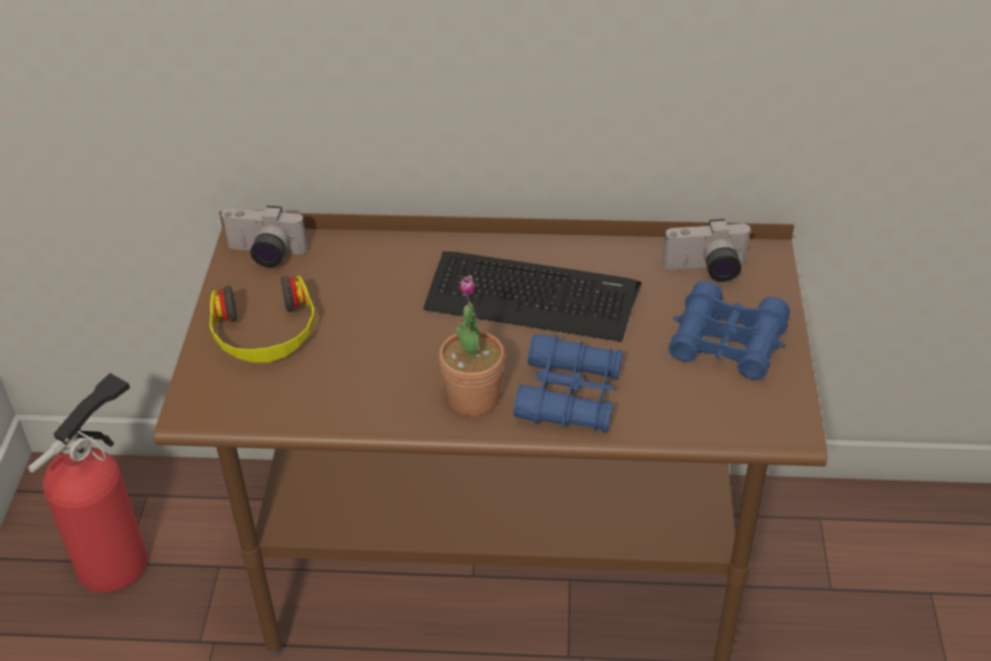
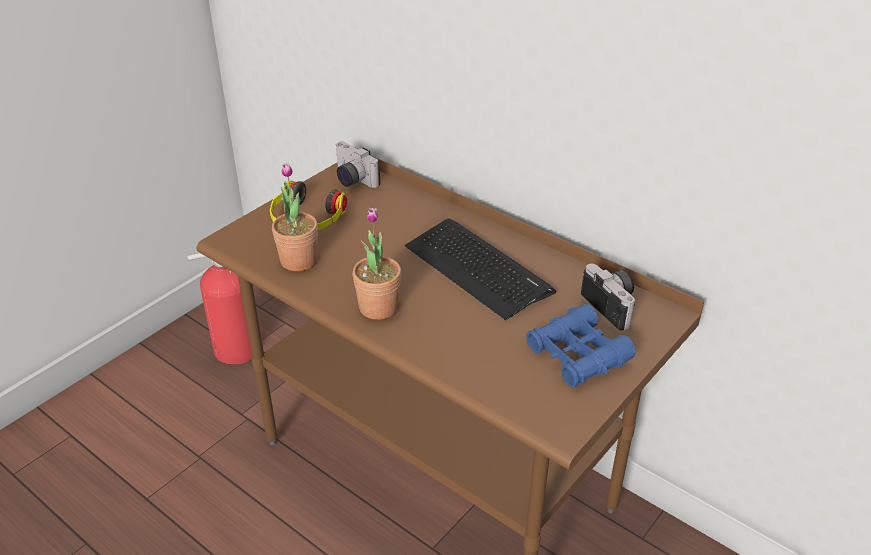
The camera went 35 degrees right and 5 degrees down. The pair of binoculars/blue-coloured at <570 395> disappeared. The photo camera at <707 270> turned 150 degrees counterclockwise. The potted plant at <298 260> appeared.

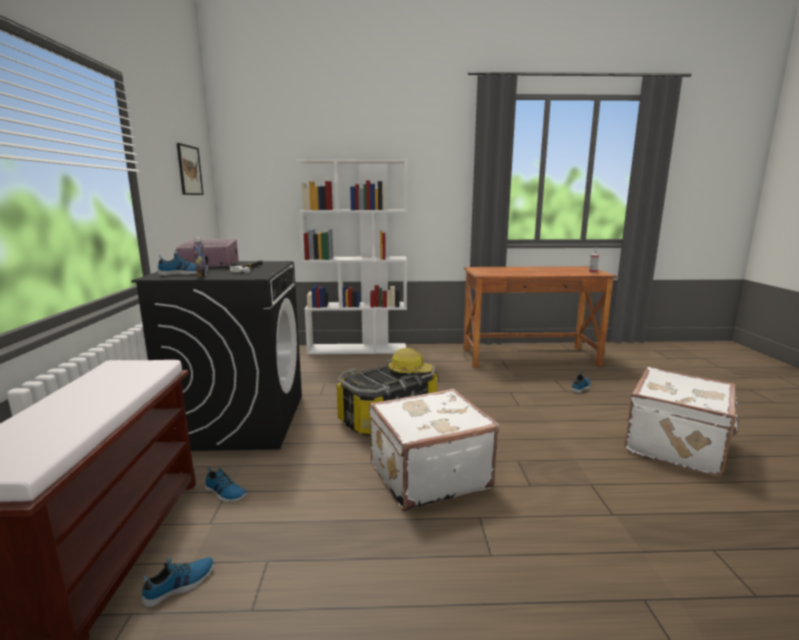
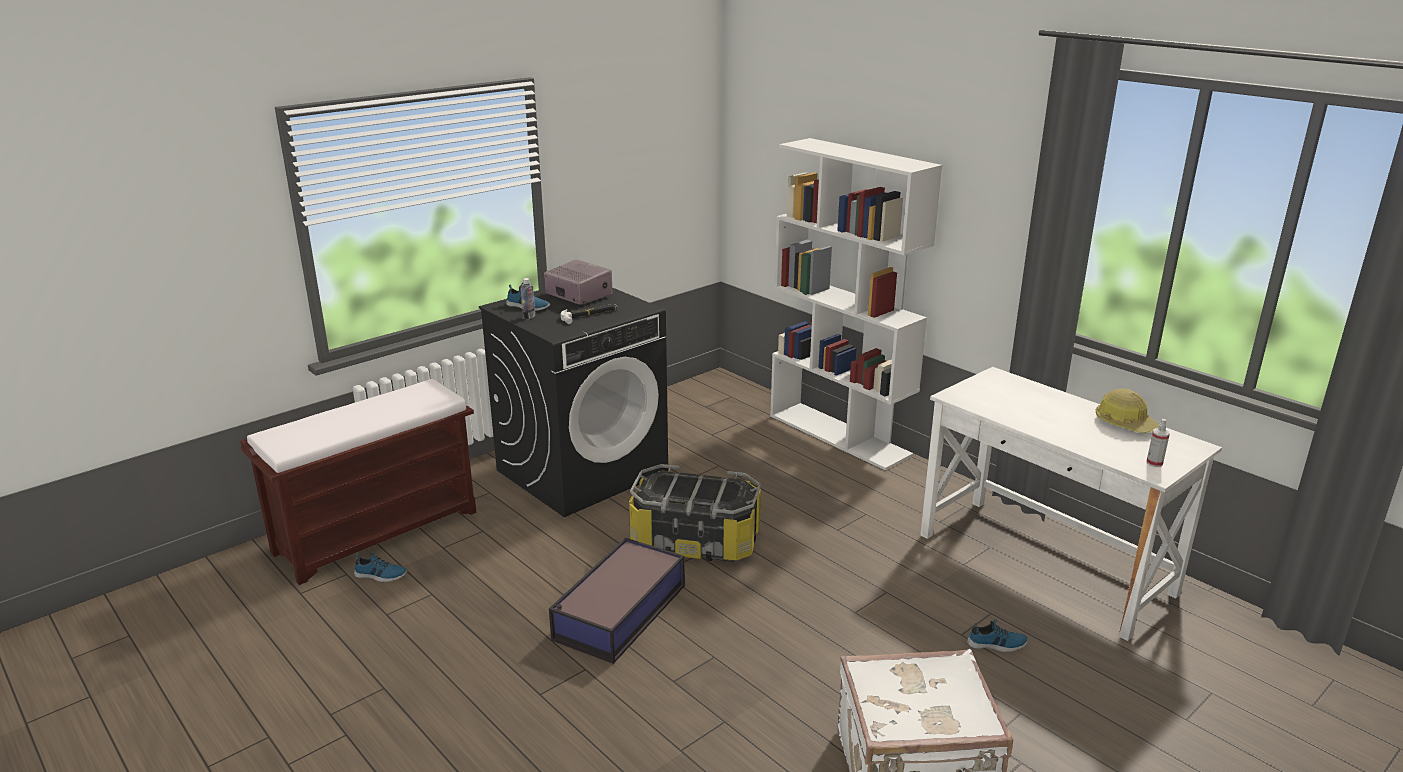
The camera went 50 degrees right and 10 degrees up. The wall art at <189 170> disappeared. The low shoe at <225 493> disappeared. The suitcase/whitish at <427 475> was replaced by the storage bin at <618 613>. The hard hat moved from <409 371> to <1124 423>. The desk unit/brown-coloured at <529 357> became the desk unit/whitish at <1045 564>.

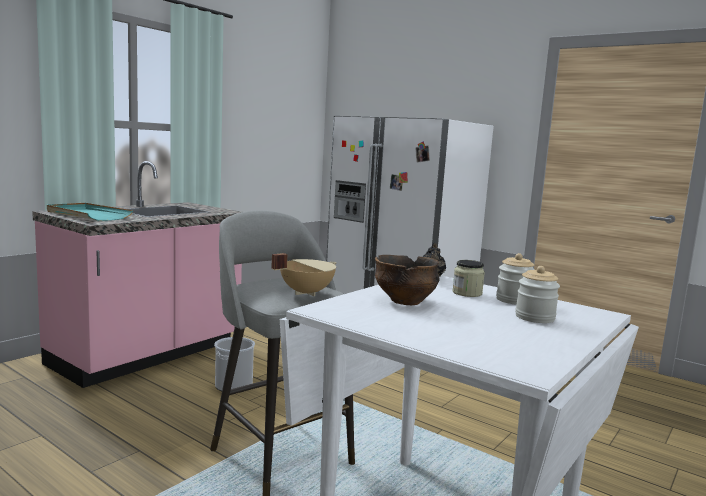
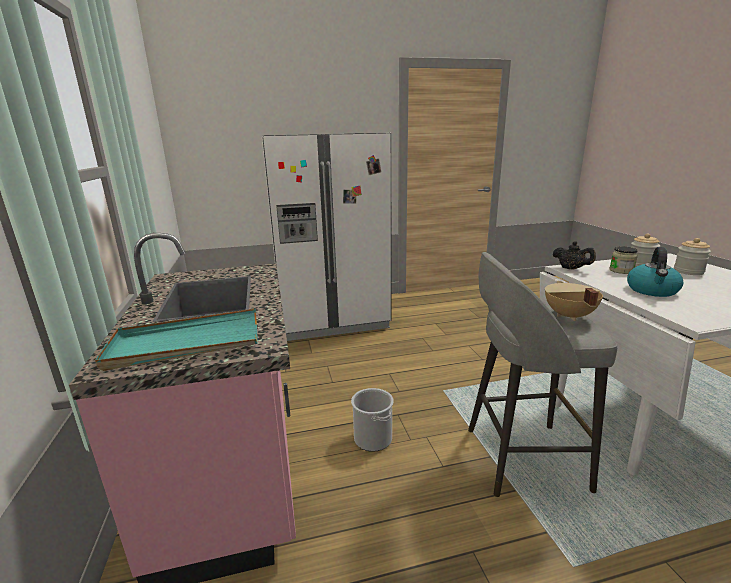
The camera went 50 degrees left and 10 degrees up. The deep dish at <405 301> was replaced by the water kettle at <652 290>.

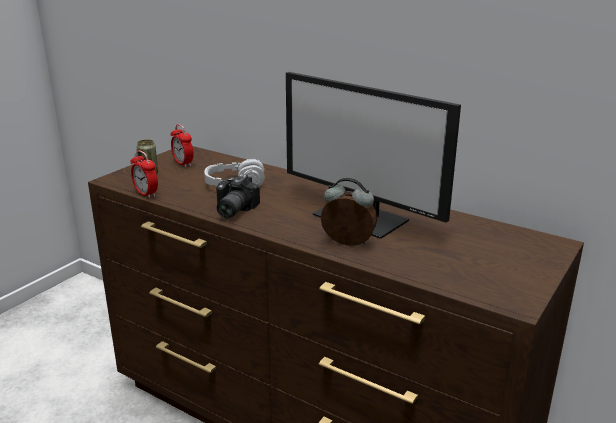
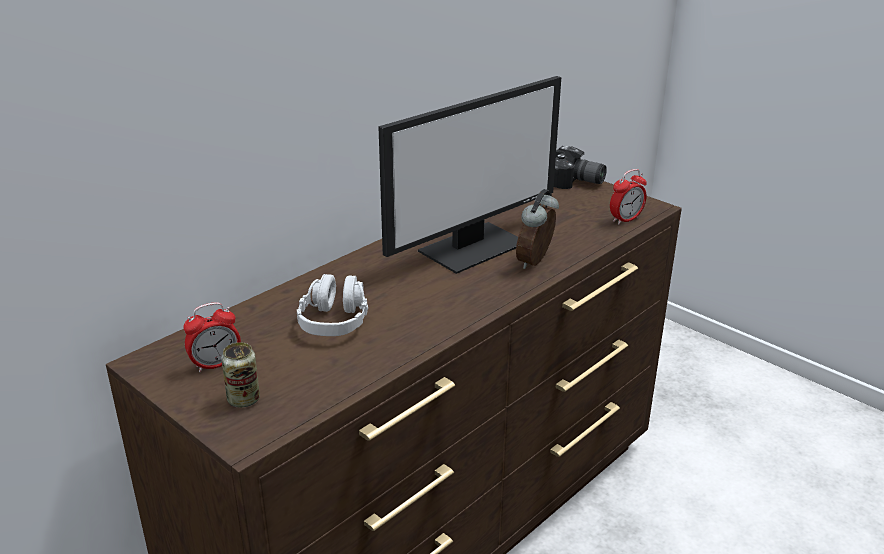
The camera went 80 degrees left and 5 degrees up. The bedside clock moved from <146 194> to <625 220>. The photo camera moved from <231 210> to <575 183>.

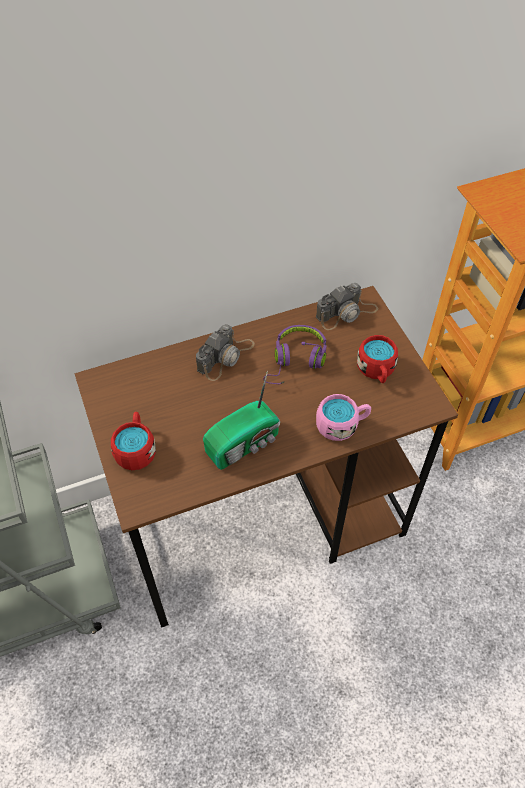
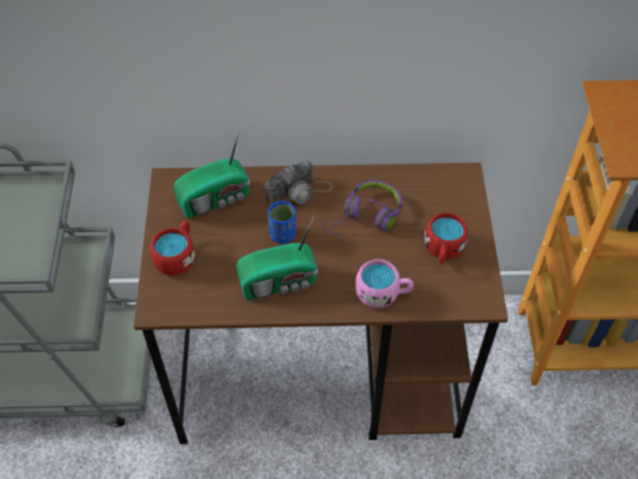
The camera went 20 degrees right and 0 degrees up. The photo camera at <346 313> disappeared. The radio at <216 199> appeared. The small cup/blue-coloured at <283 234> appeared.

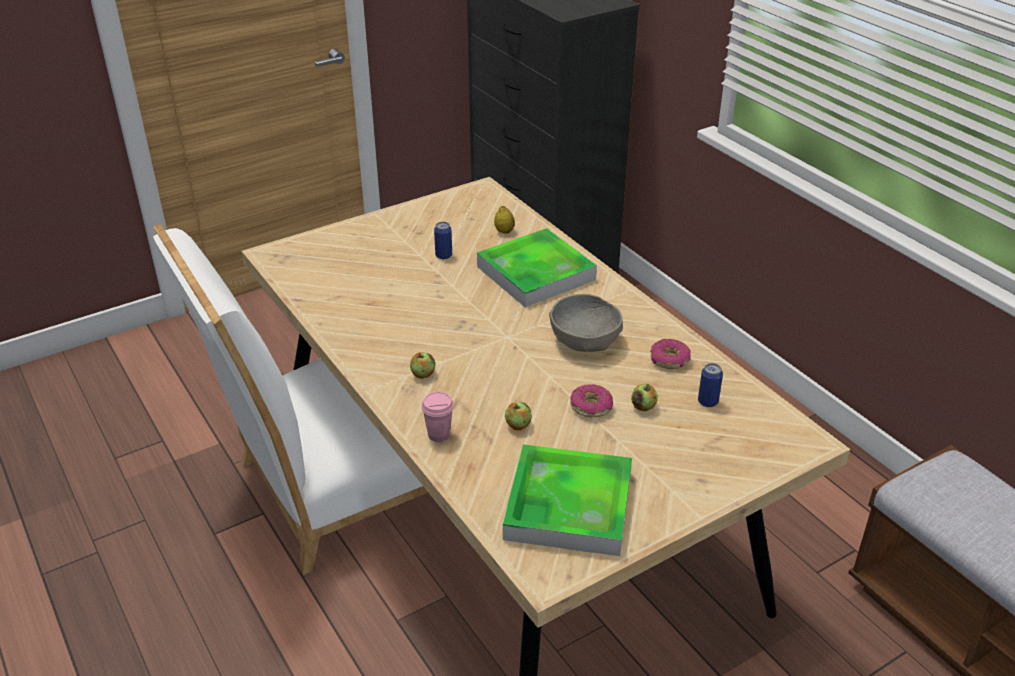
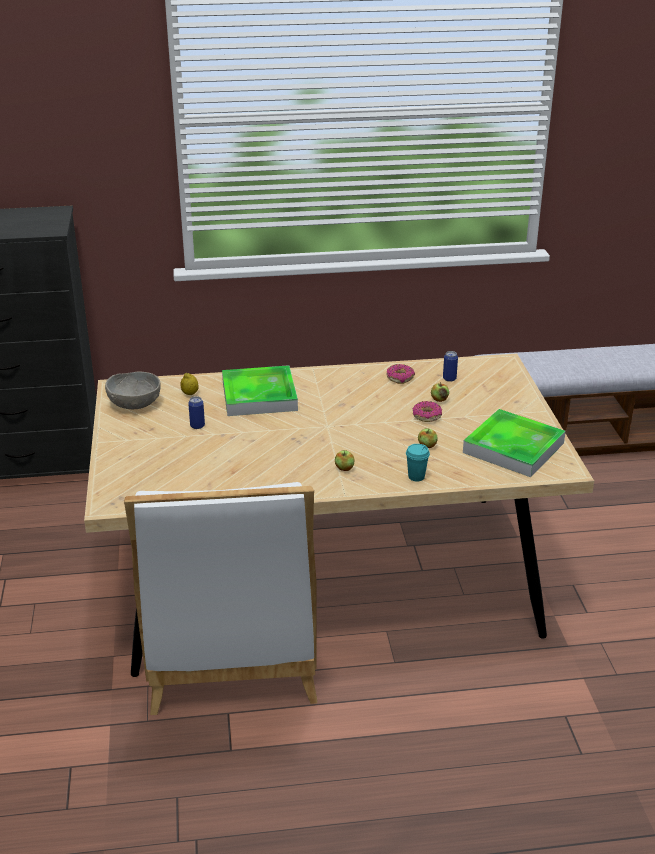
The camera went 65 degrees left and 5 degrees down. The small cup/pink-coloured at <439 434> became the small cup/turquoise at <416 477>. The deep dish/gray moved from <585 341> to <135 403>.

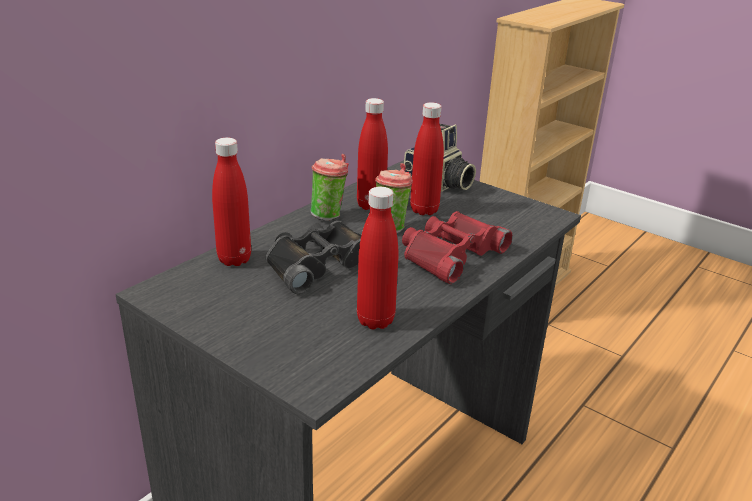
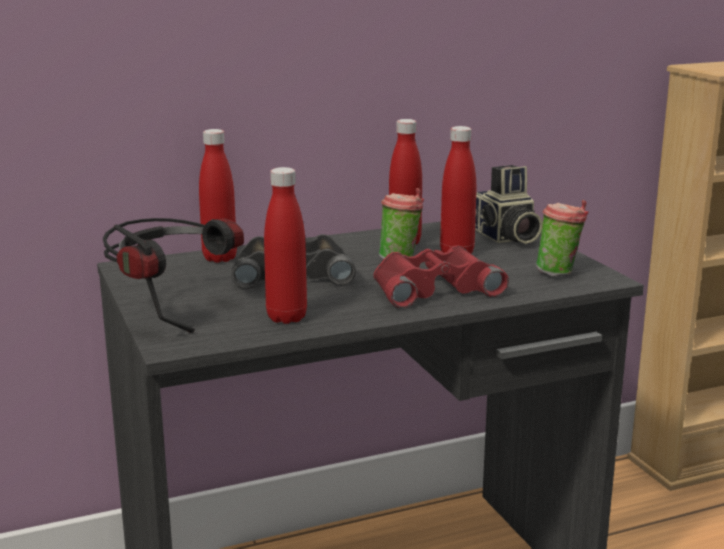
The camera went 30 degrees right and 10 degrees down. The small cup moved from <329 215> to <559 273>. The headphones at <170 311> appeared.

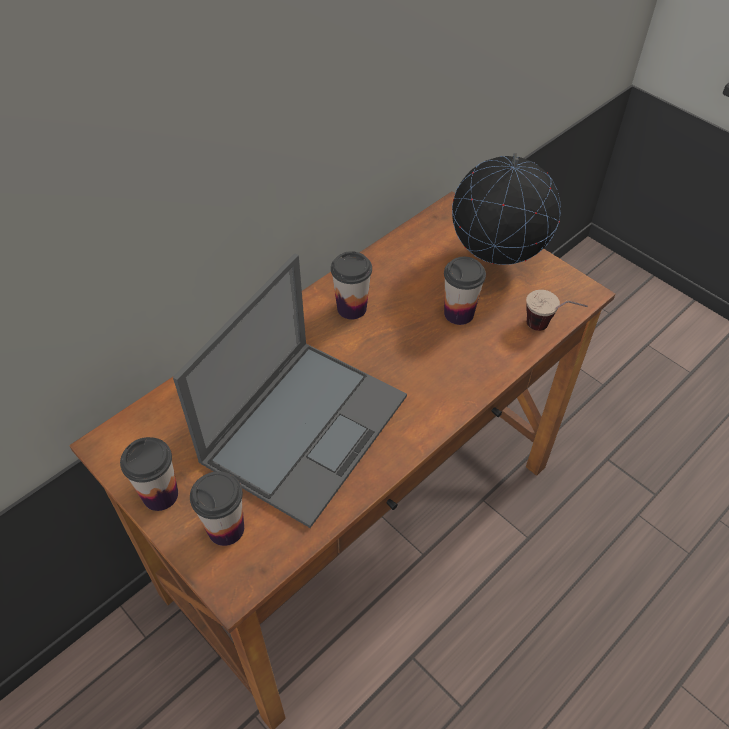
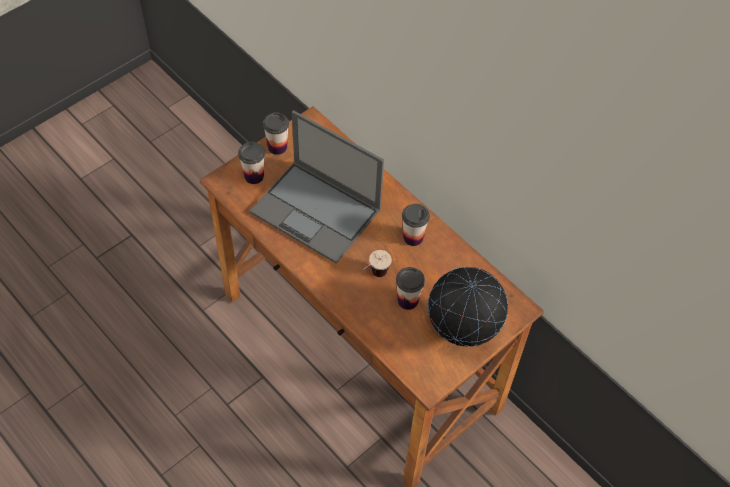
The camera went 90 degrees right and 5 degrees up. The small cup moved from <548 329> to <373 277>.

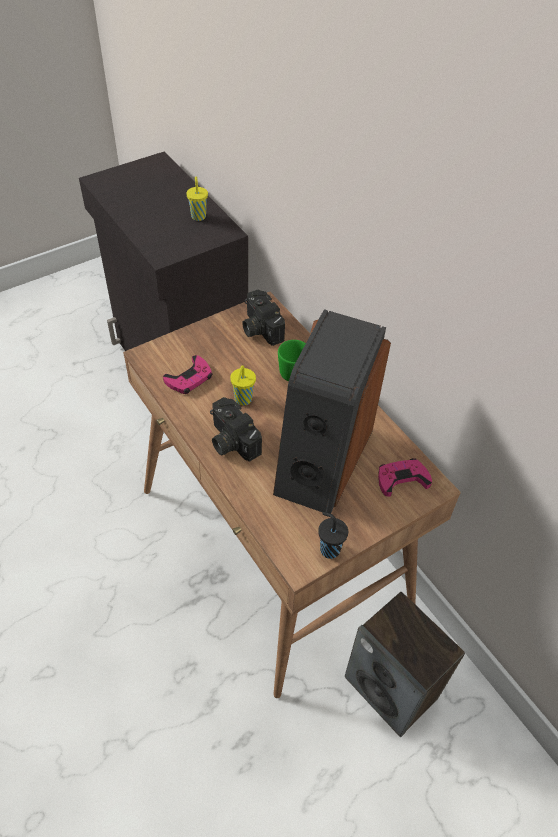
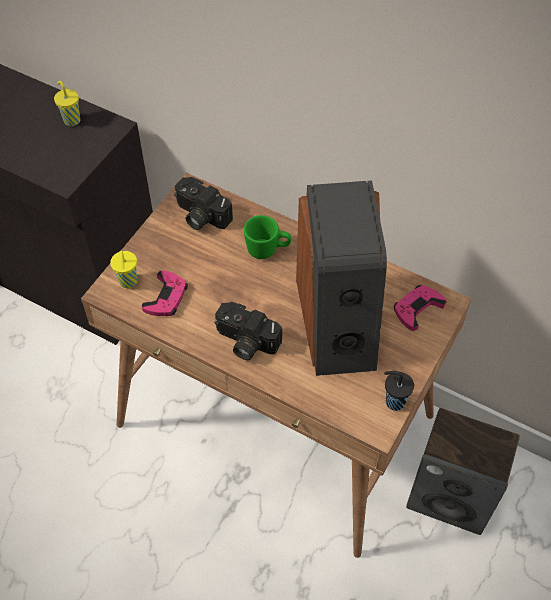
The camera went 25 degrees left and 5 degrees up. The small cup/yellowish moved from <242 400> to <128 282>.

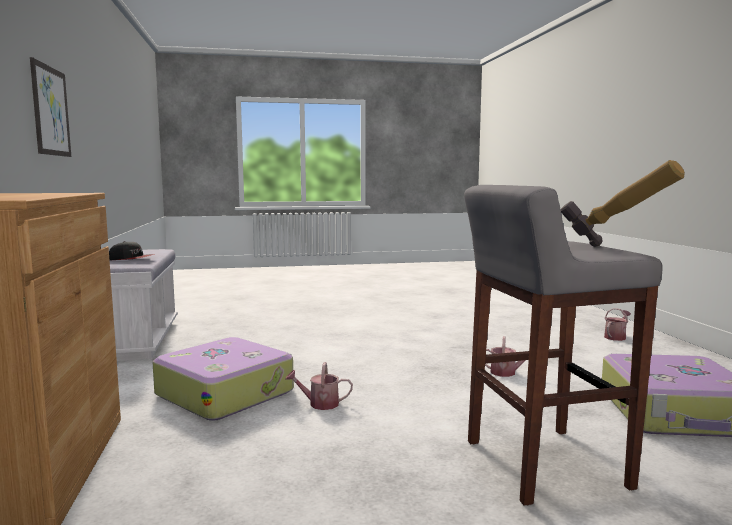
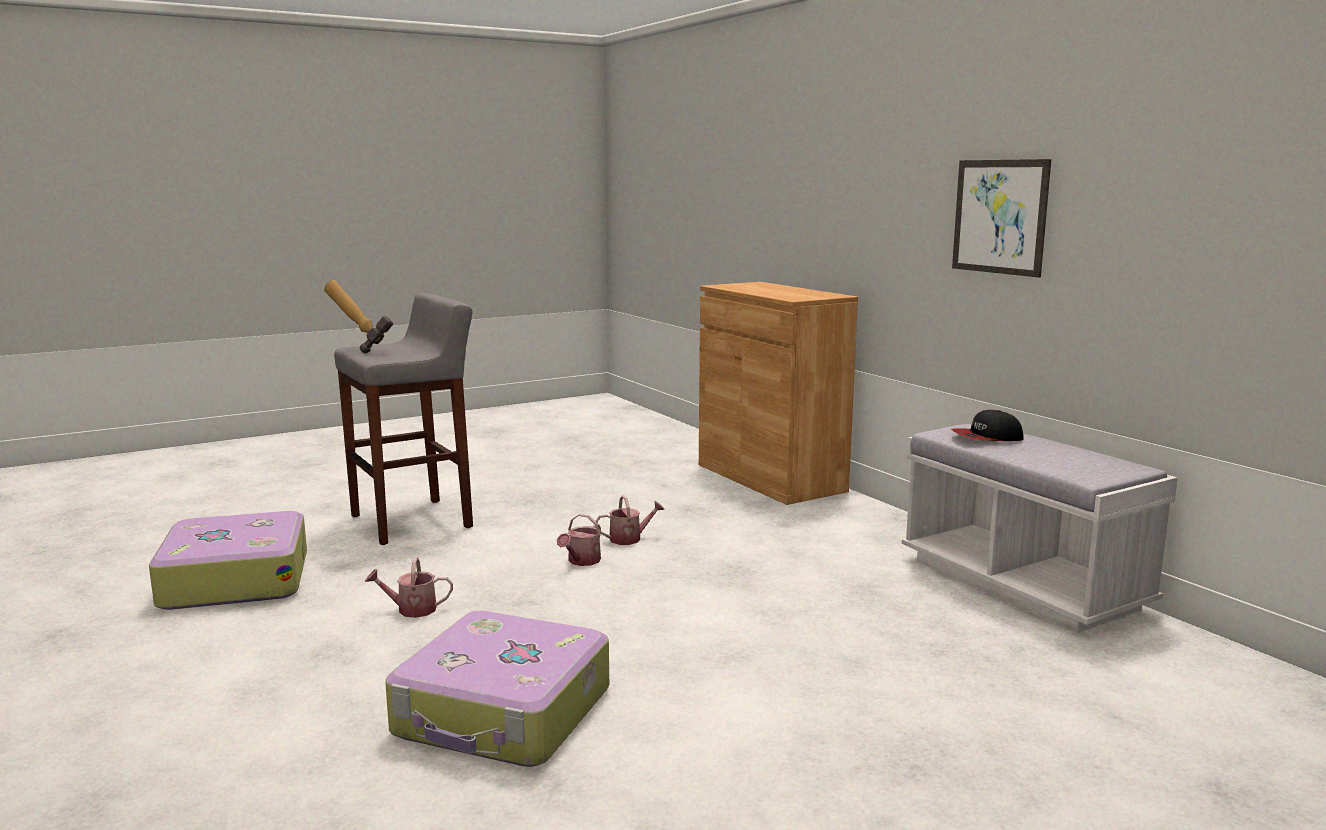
The camera went 160 degrees right and 5 degrees up. The suitcase moved from <225 392> to <503 713>. The watering pot moved from <616 337> to <581 561>.

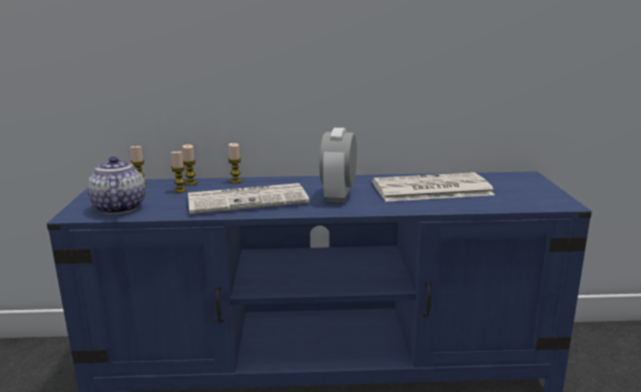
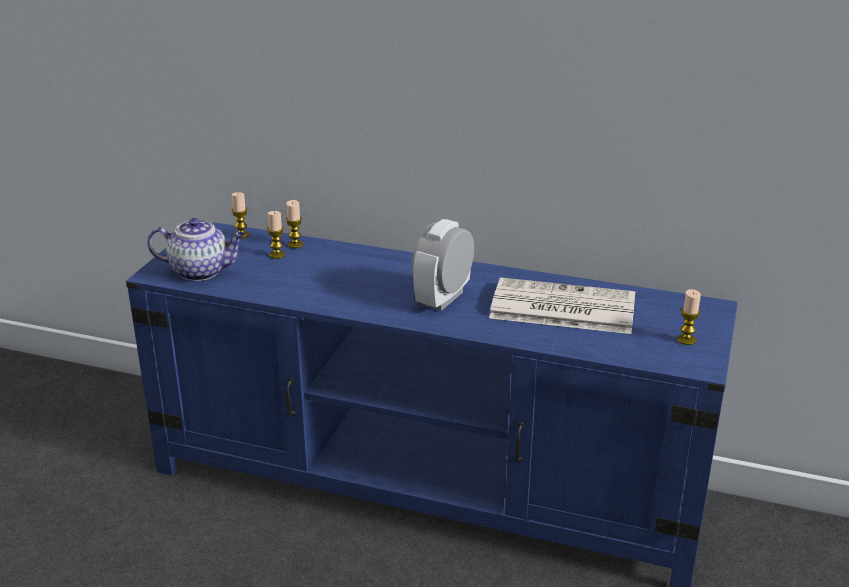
The camera went 20 degrees right and 10 degrees up. The teapot at <118 208> turned 90 degrees clockwise. The newspaper at <248 200> disappeared. The candle moved from <235 181> to <686 340>.

